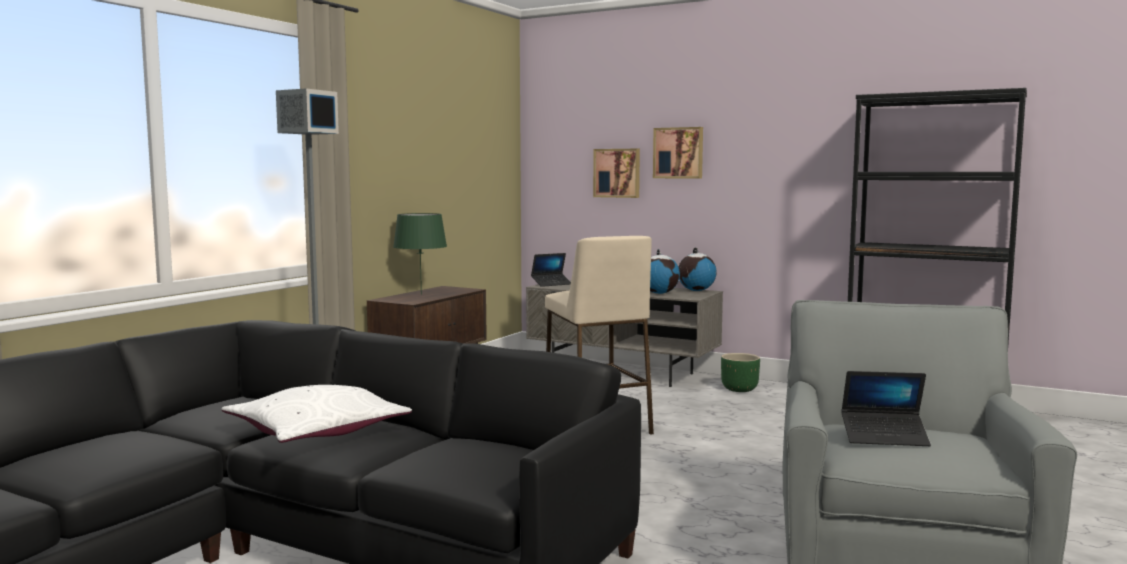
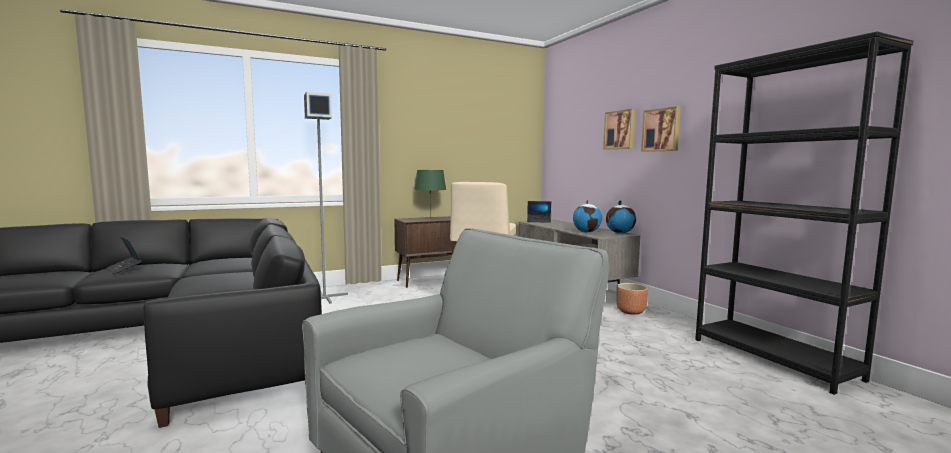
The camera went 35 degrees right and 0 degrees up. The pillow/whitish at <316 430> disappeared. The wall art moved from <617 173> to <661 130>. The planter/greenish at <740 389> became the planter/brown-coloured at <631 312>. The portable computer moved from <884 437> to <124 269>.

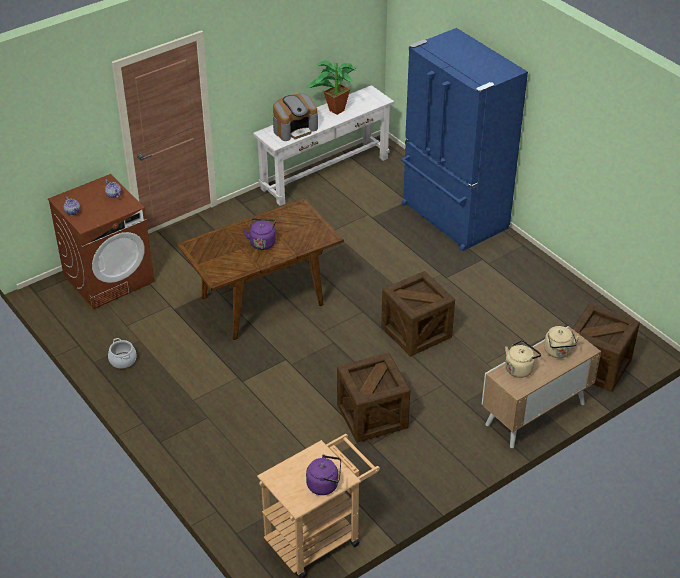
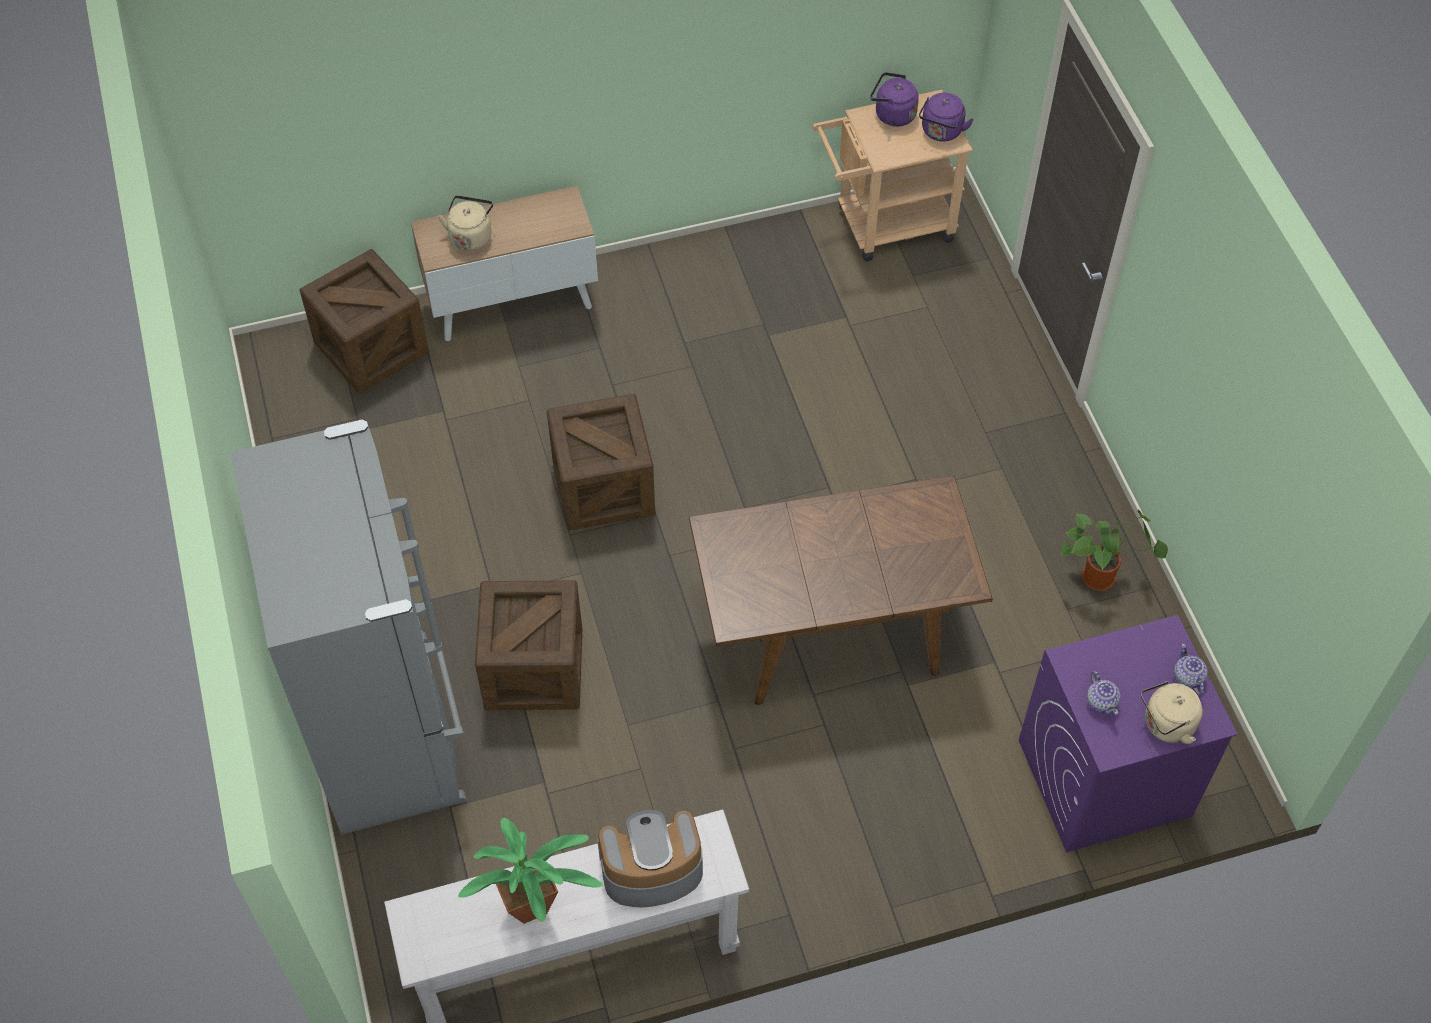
The camera went 160 degrees left and 15 degrees up. The laundry machine/brown-coloured at <109 278> became the laundry machine/purplish at <1103 778>. The stockpot at <123 360> was replaced by the potted plant at <1101 576>. The water kettle/purplish moved from <262 242> to <941 132>. The crate moved from <372 416> to <534 669>. The kitchen fridge/blue-coloured at <452 217> became the kitchen fridge/gray at <389 730>. The water kettle/sand-coloured moved from <520 368> to <1166 725>.

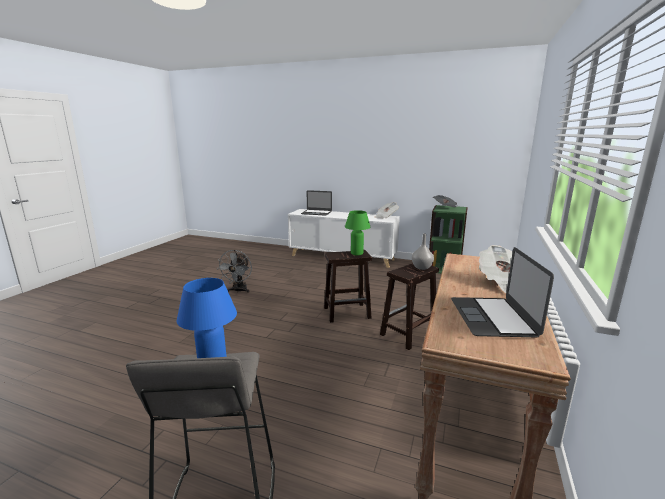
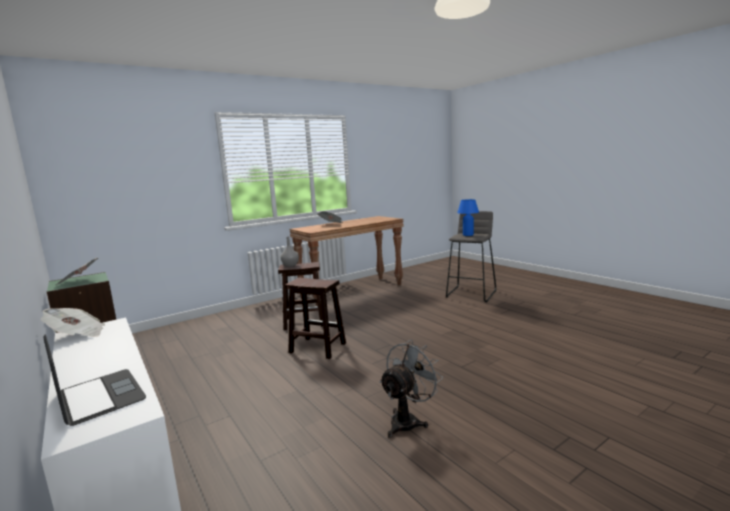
The camera went 145 degrees left and 5 degrees down. The table lamp/greenish at <357 253> disappeared. The portable computer at <492 317> disappeared.

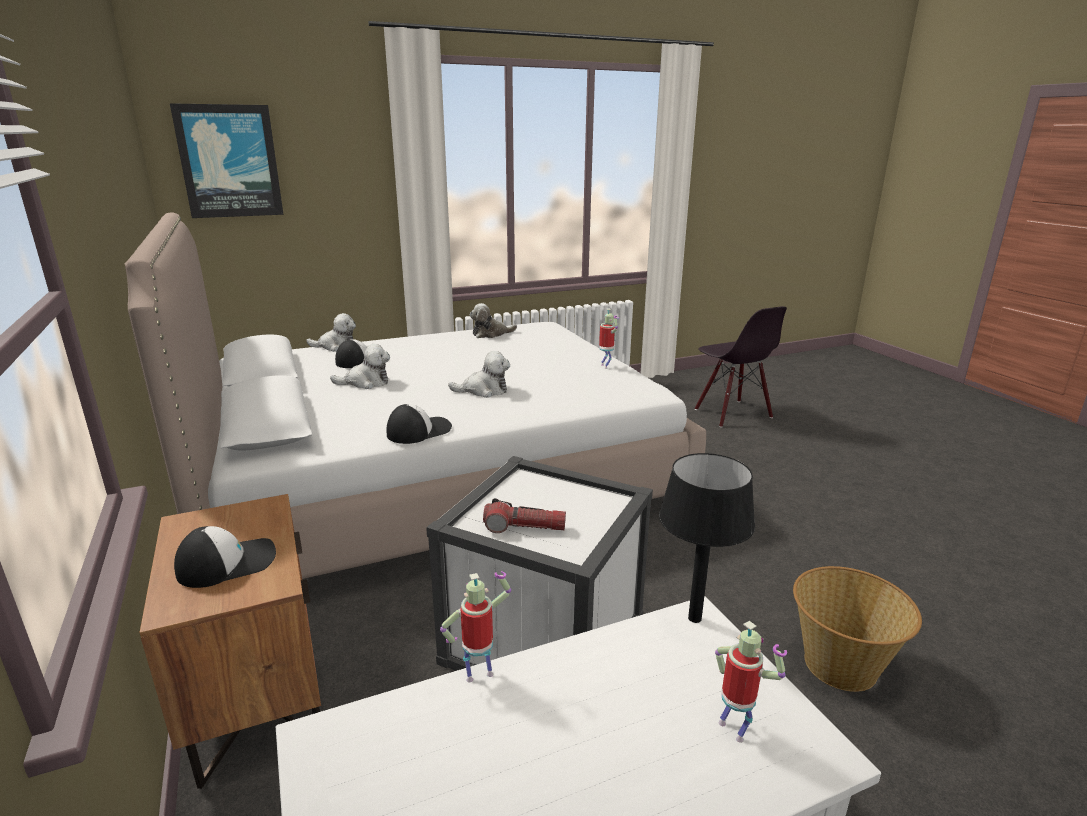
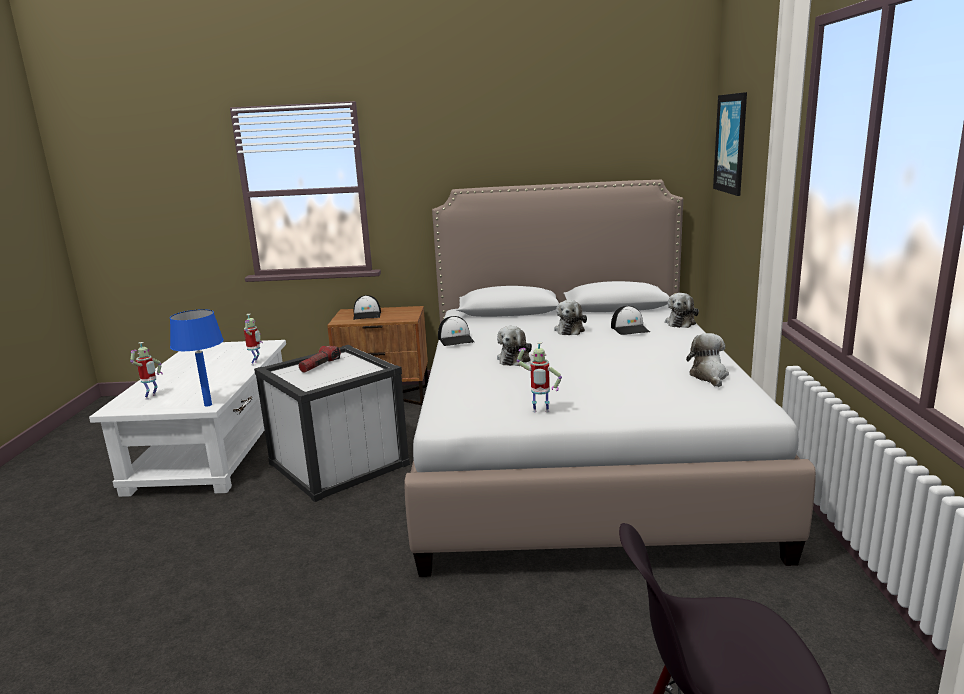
The camera went 115 degrees right and 5 degrees down. The table lamp/blackish at <694 618> became the table lamp/blue-coloured at <208 404>. The robot figure at <735 729> turned 60 degrees counterclockwise. The basket at <840 666> disappeared.

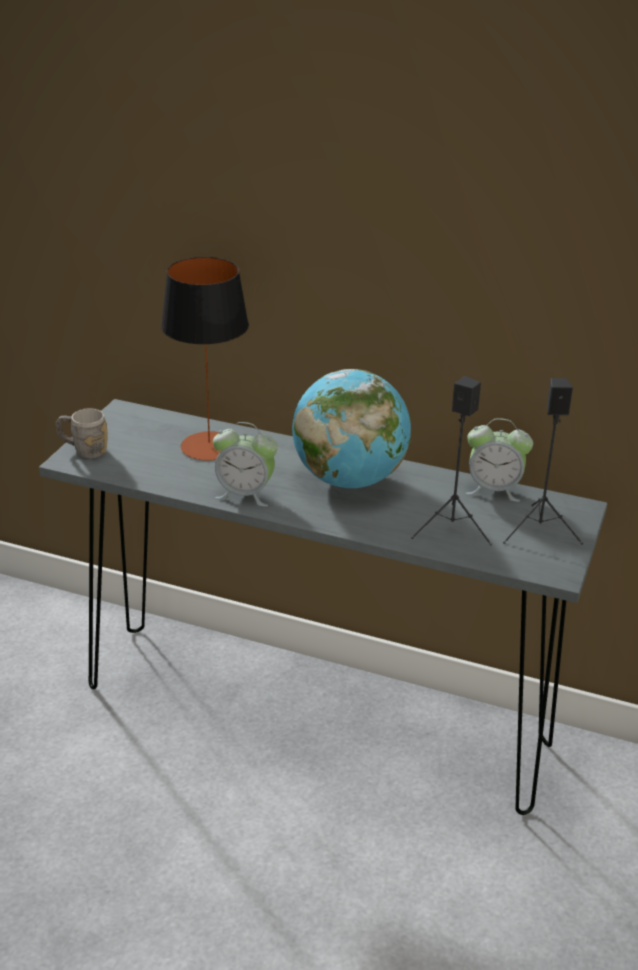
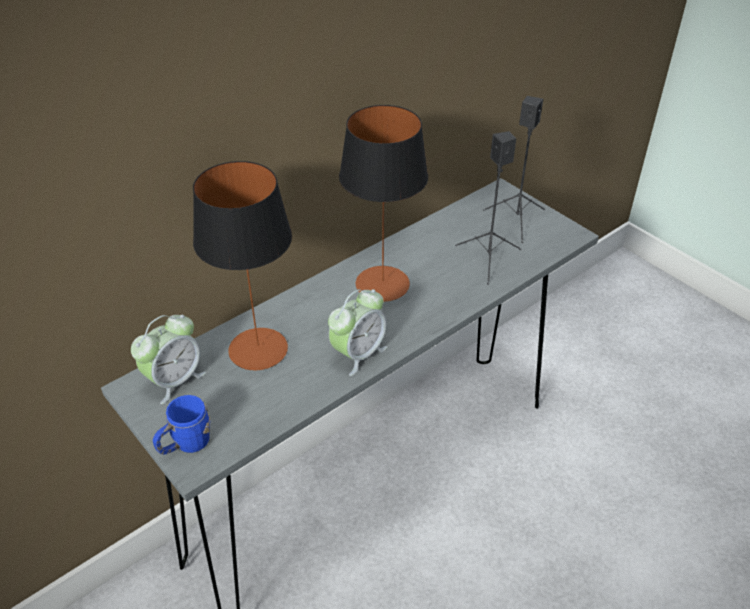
The camera went 60 degrees left and 10 degrees up. The mug/gray at <84 450> became the mug/blue-coloured at <185 445>. The world globe at <349 480> was replaced by the table lamp at <382 284>. The bedside clock moved from <494 490> to <174 380>.

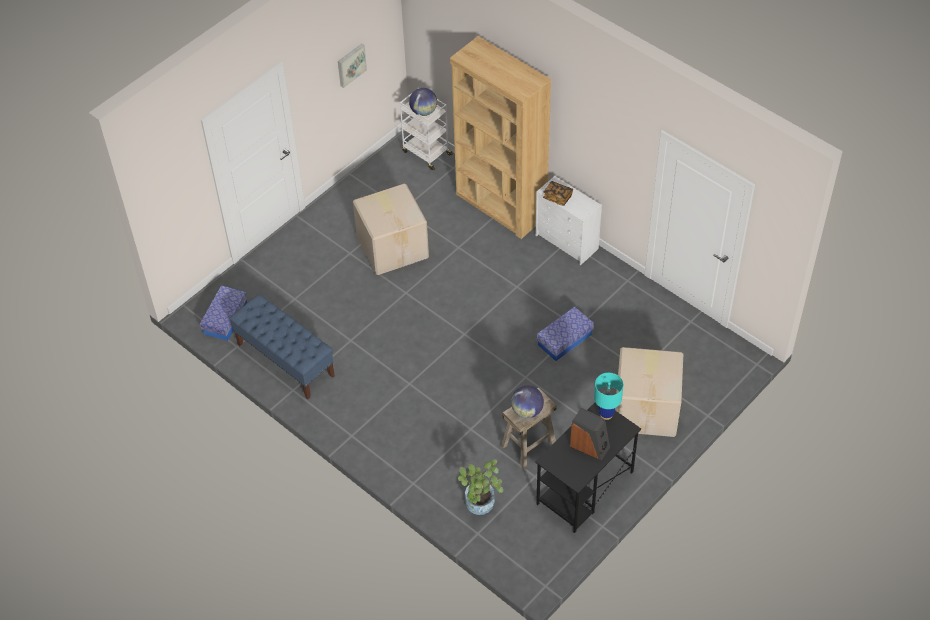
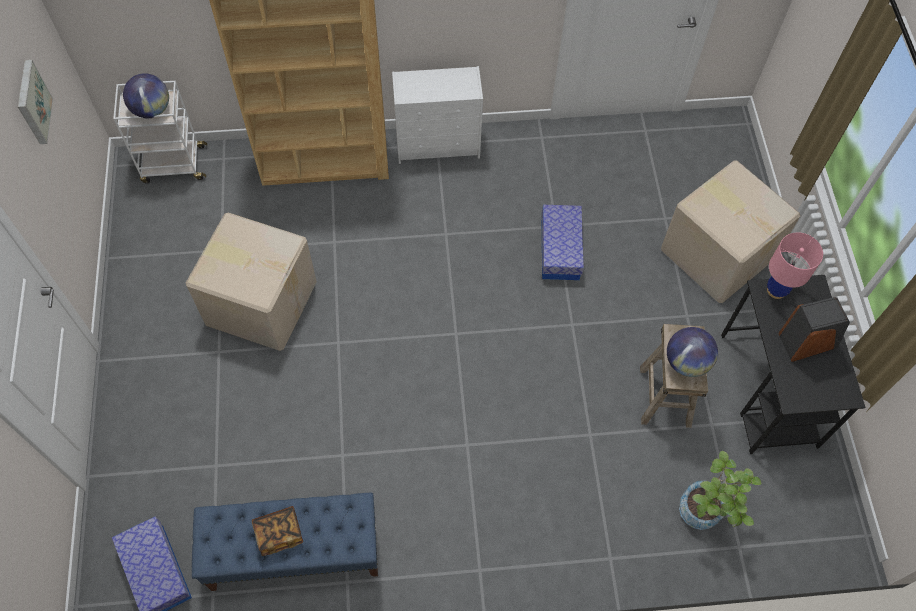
The camera went 50 degrees left and 10 degrees up. The book moved from <557 197> to <279 533>. The table lamp/turquoise at <606 414> became the table lamp/pink-coloured at <776 290>.

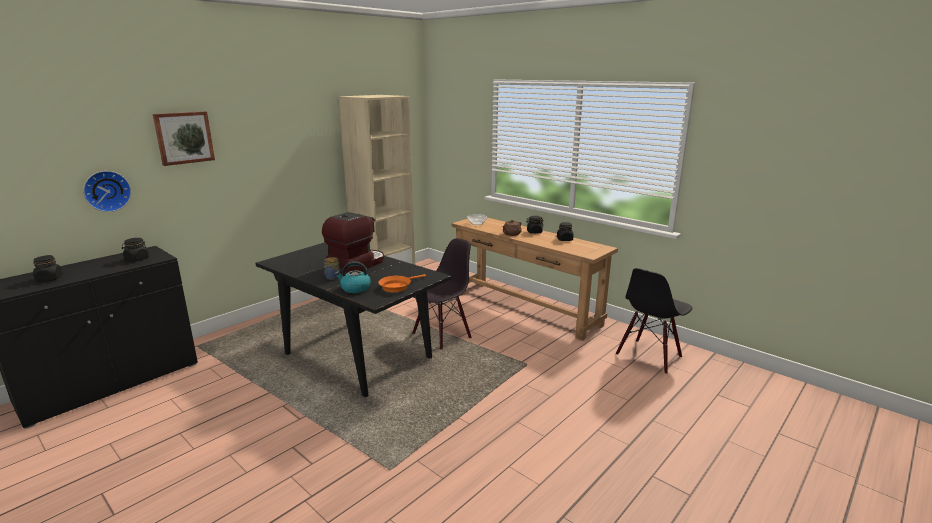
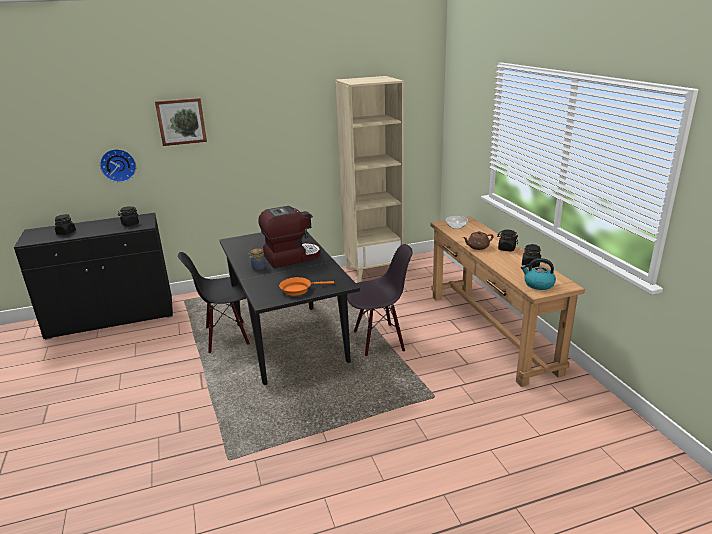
The camera went 30 degrees right and 5 degrees up. The water kettle moved from <355 288> to <538 284>. The chair/blackish moved from <649 356> to <226 337>.

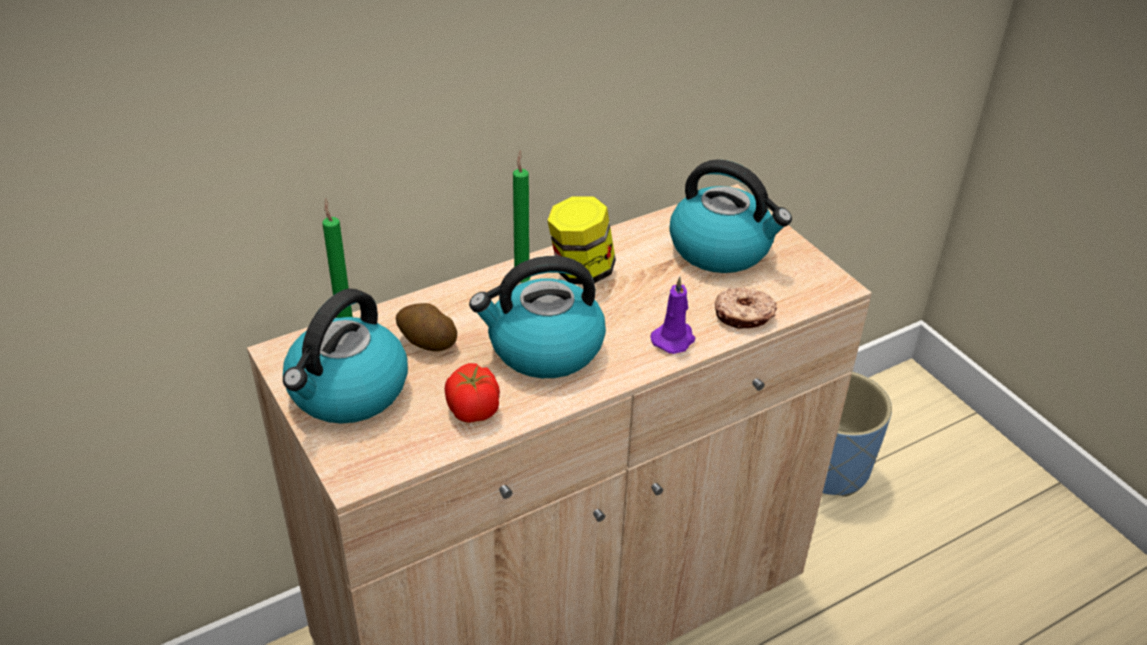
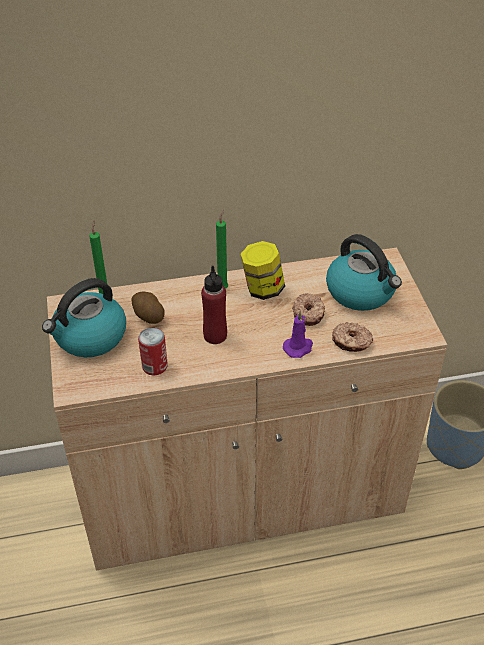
The camera went 20 degrees right and 5 degrees up. The whole tomato at <472 411> was replaced by the metal can at <154 366>. The water kettle at <544 348> was replaced by the drink bottle/red at <215 335>. The donut at <308 314> appeared.

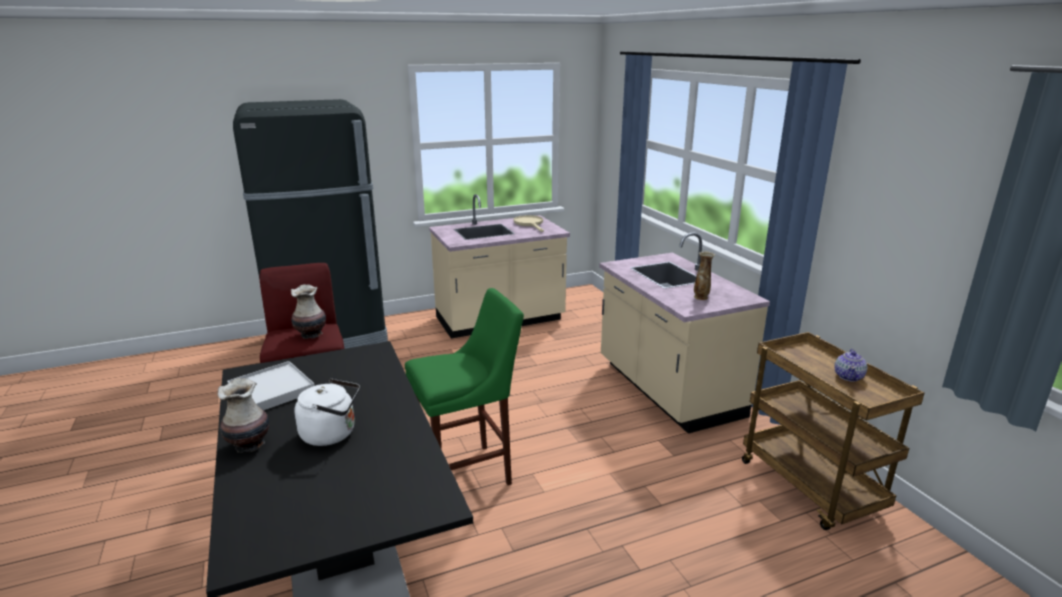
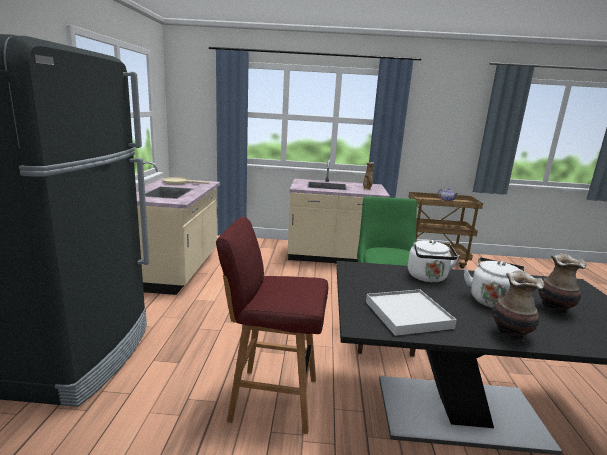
The camera went 65 degrees left and 5 degrees down. The decorative vase moved from <311 334> to <554 309>. The water kettle/whitish at <428 278> appeared.

